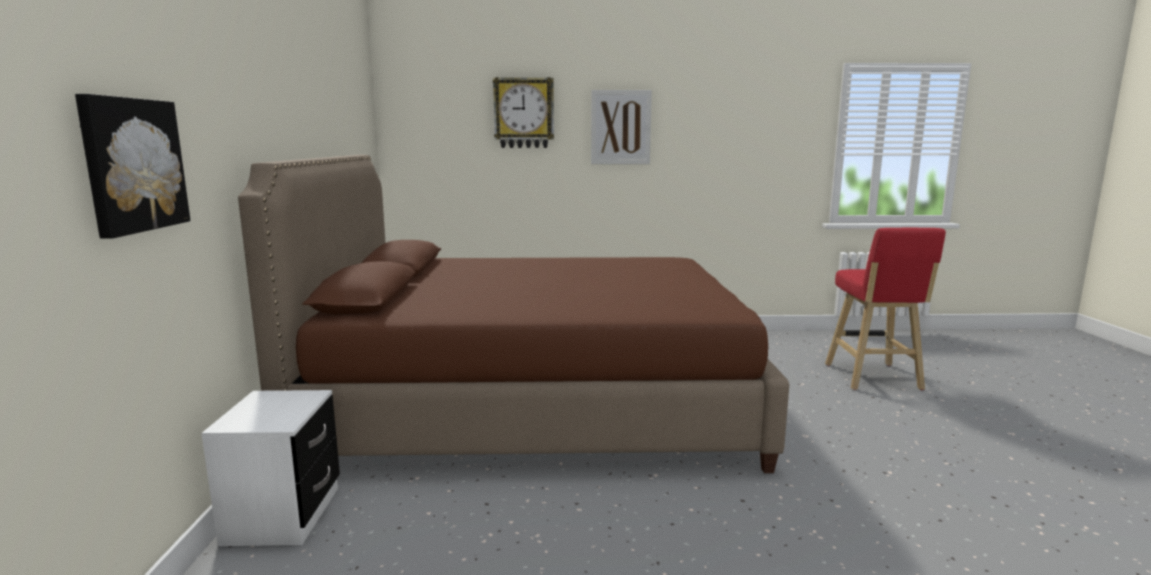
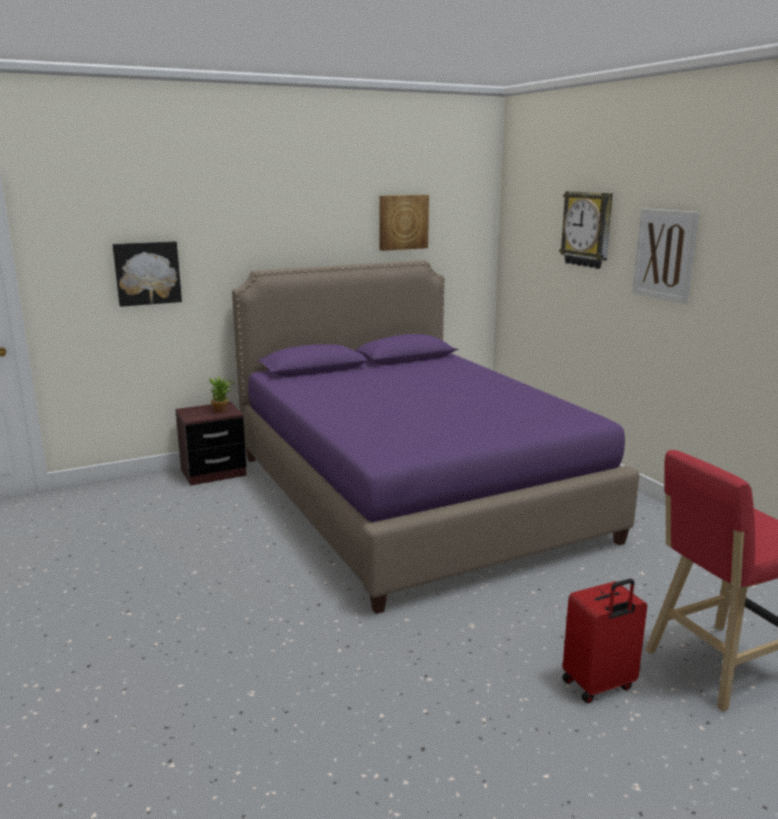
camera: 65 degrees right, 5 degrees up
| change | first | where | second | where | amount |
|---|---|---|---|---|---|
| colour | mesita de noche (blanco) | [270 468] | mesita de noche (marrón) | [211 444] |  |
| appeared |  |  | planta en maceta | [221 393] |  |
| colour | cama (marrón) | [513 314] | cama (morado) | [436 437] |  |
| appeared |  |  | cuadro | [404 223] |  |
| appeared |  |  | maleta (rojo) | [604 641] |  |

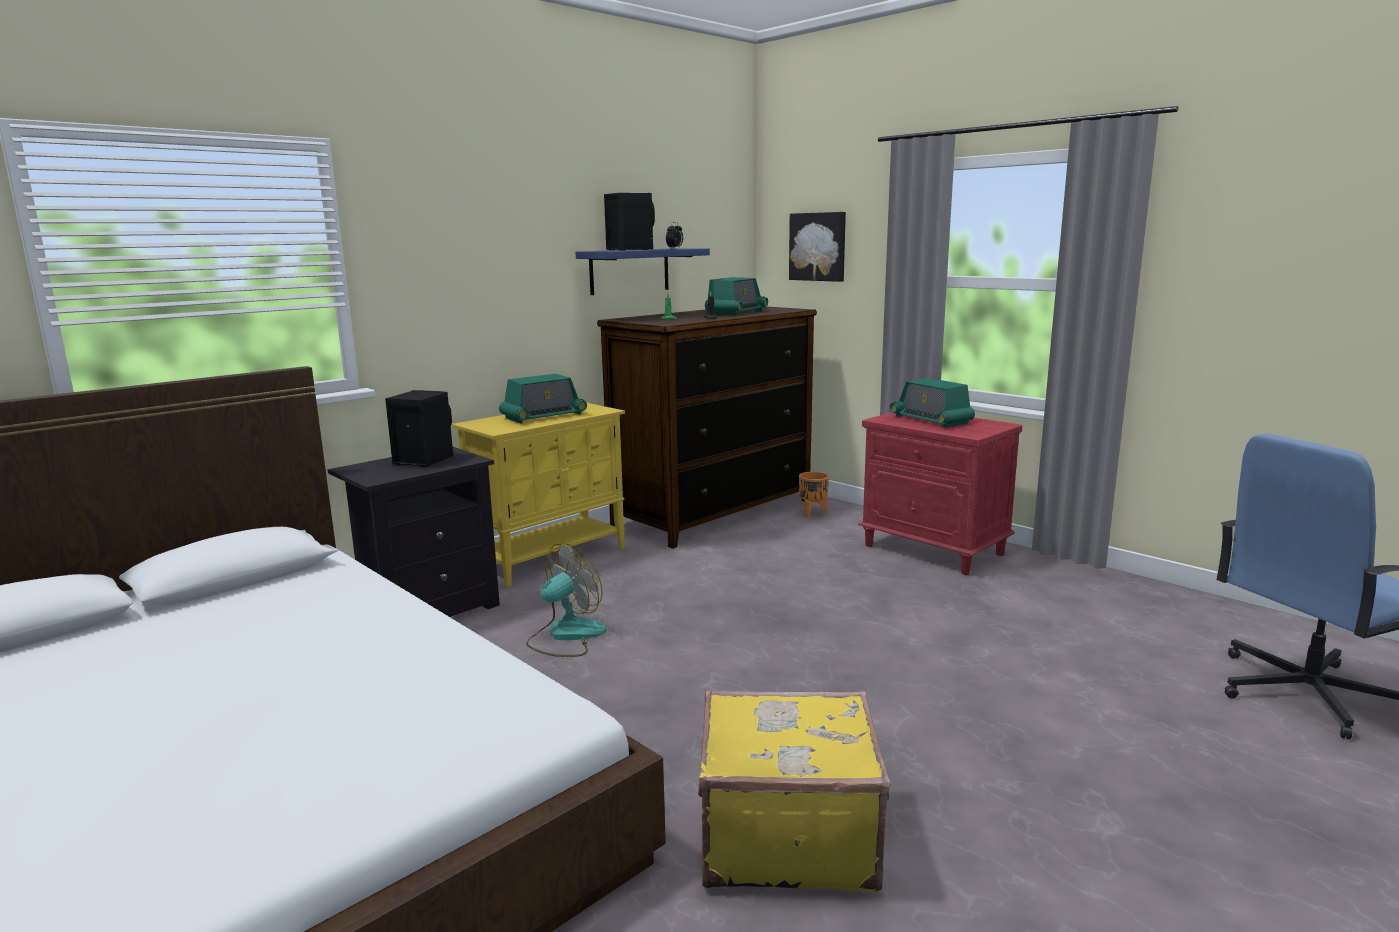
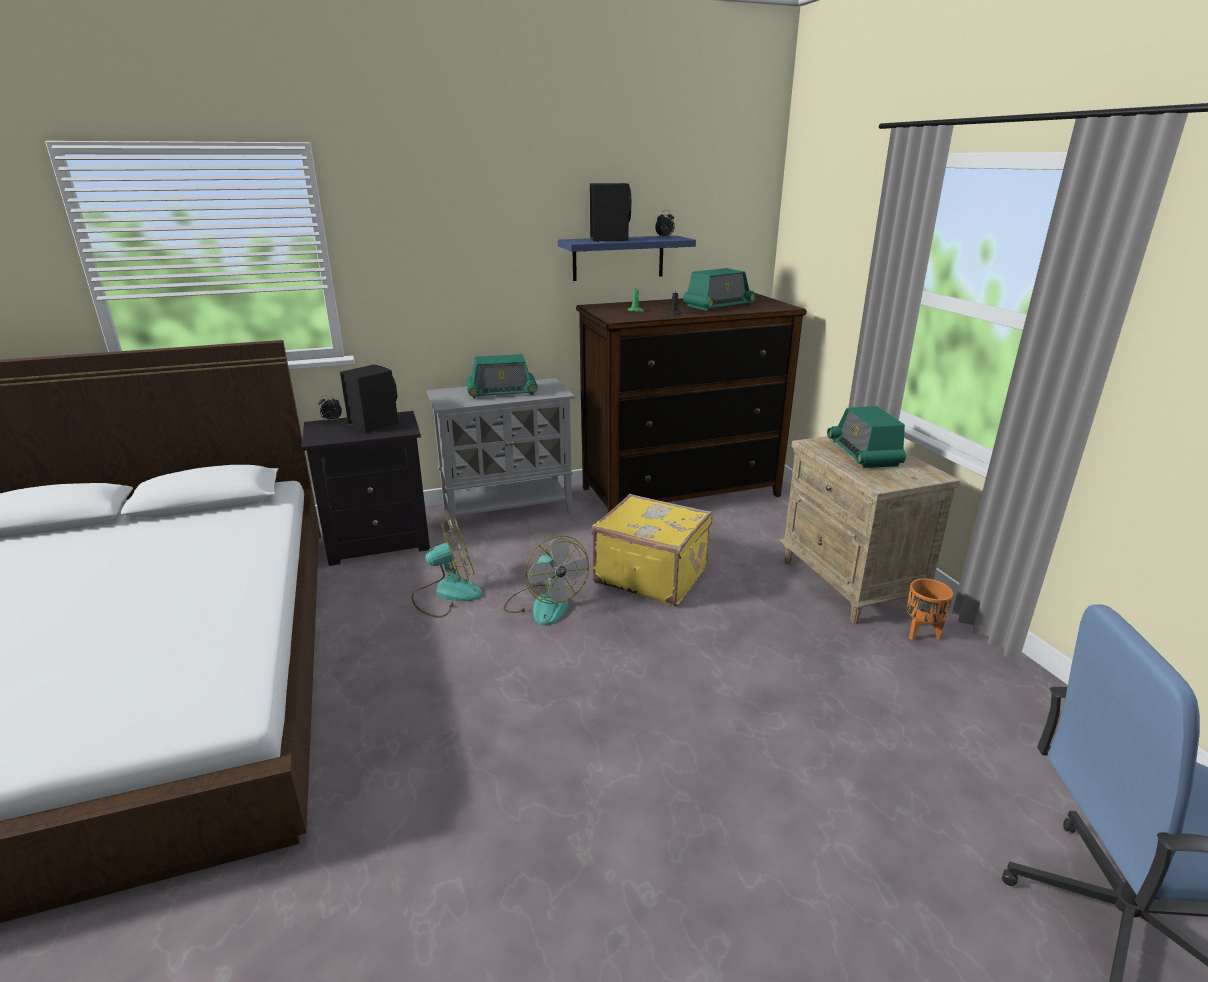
camera: 25 degrees right, 10 degrees up
| change | first | where | second | where | amount |
|---|---|---|---|---|---|
| appeared |  |  | despertador | [330 408] |  |
| colour | armario (amarillo) | [538 495] | armario (gris) | [501 455] |  |
| appeared |  |  | ventilador | [546 581] |  |
| relocated | maleta (amarillo) | [794 791] |  | [652 550] |  |
| colour | mesita de noche (rojo) | [940 493] | mesita de noche (beis) | [869 530] |  |
| relocated | maceta (naranja) | [814 495] |  | [930 609] |  |
| missing | cuadro | [817 247] |  |  |  |

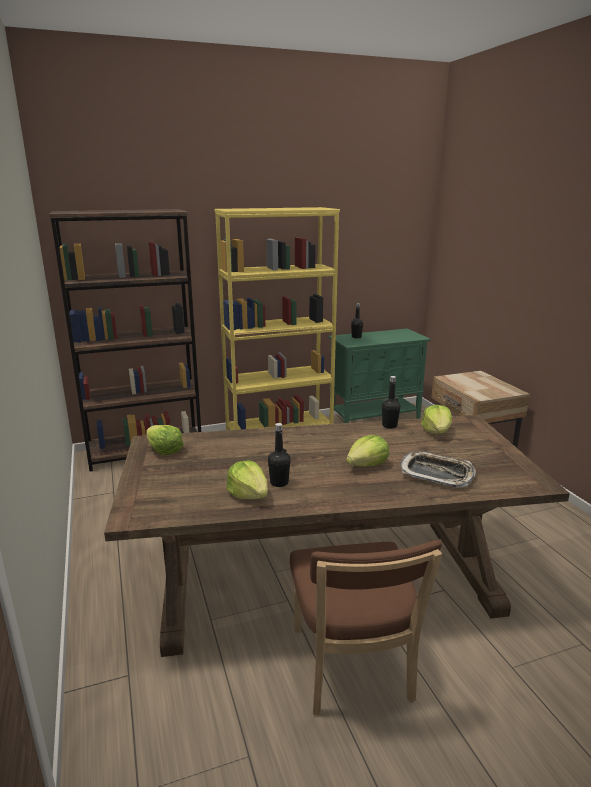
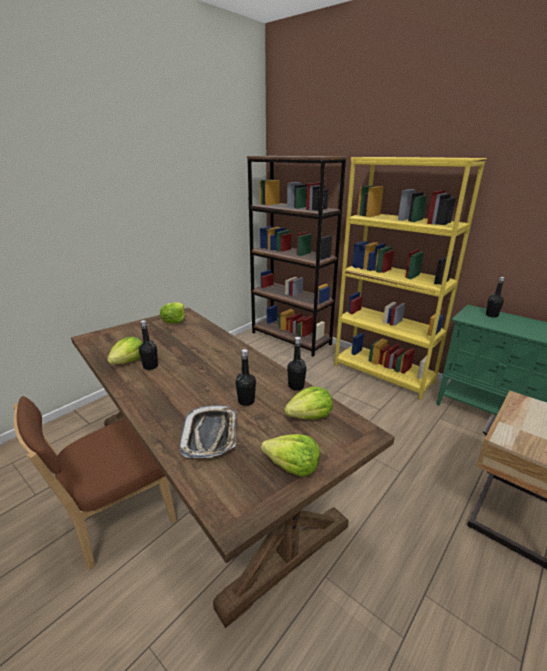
camera: 60 degrees right, 5 degrees up
| change | first | where | second | where | amount |
|---|---|---|---|---|---|
| appeared |  |  | botella (negro) | [245 377] |  |
| relocated | lechuga | [367 451] |  | [290 455] |  |

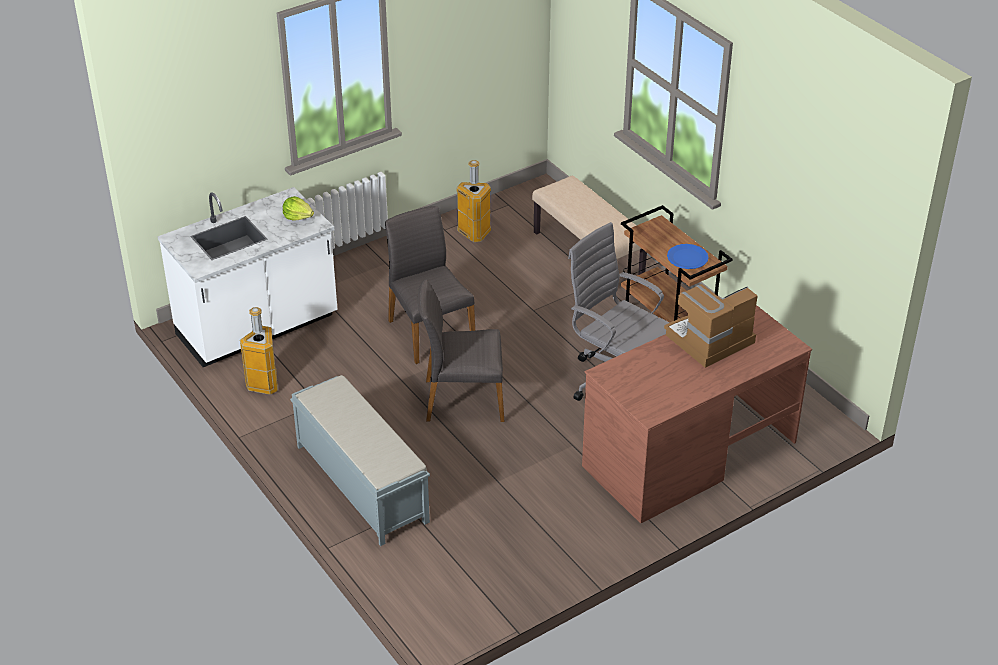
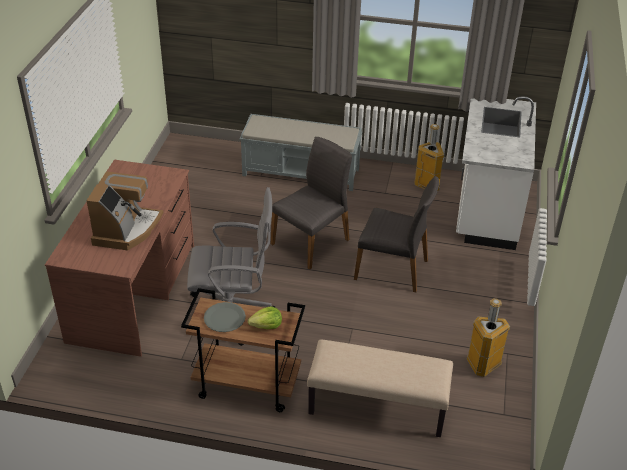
camera: 135 degrees right, 0 degrees up
| change | first | where | second | where | amount |
|---|---|---|---|---|---|
| colour | plato (azul) | [688 256] | plato (gris) | [225 317] |  |
| relocated | lechuga | [298 208] |  | [265 318] |  |

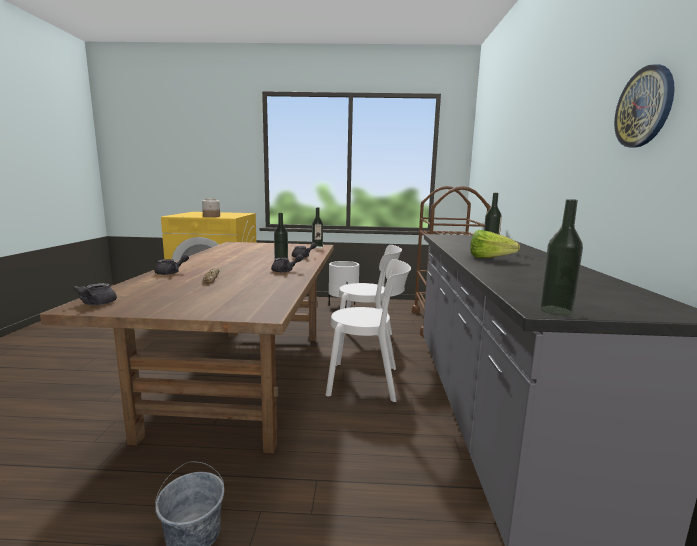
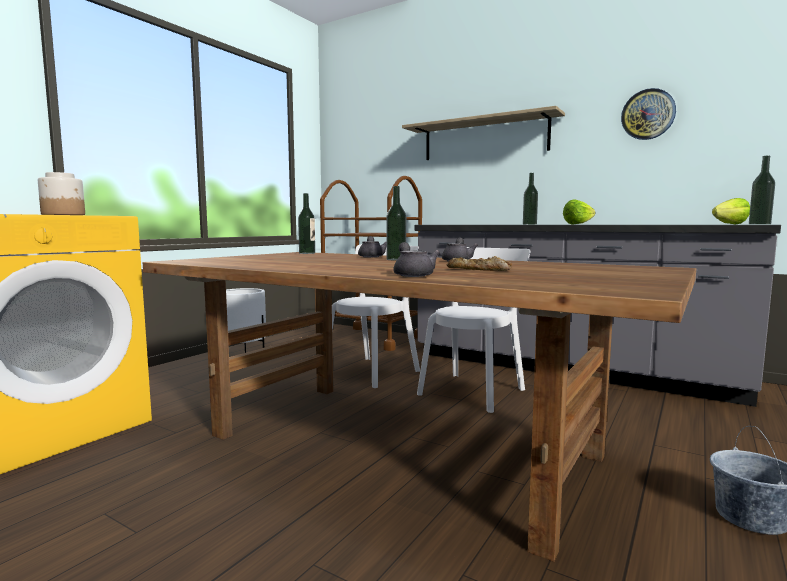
camera: 60 degrees left, 5 degrees down
| change | first | where | second | where | amount |
|---|---|---|---|---|---|
| appeared |  |  | estante | [483 133] |  |
| appeared |  |  | lechuga | [731 211] |  |
| missing | tetera (gris) | [95 294] |  |  |  |

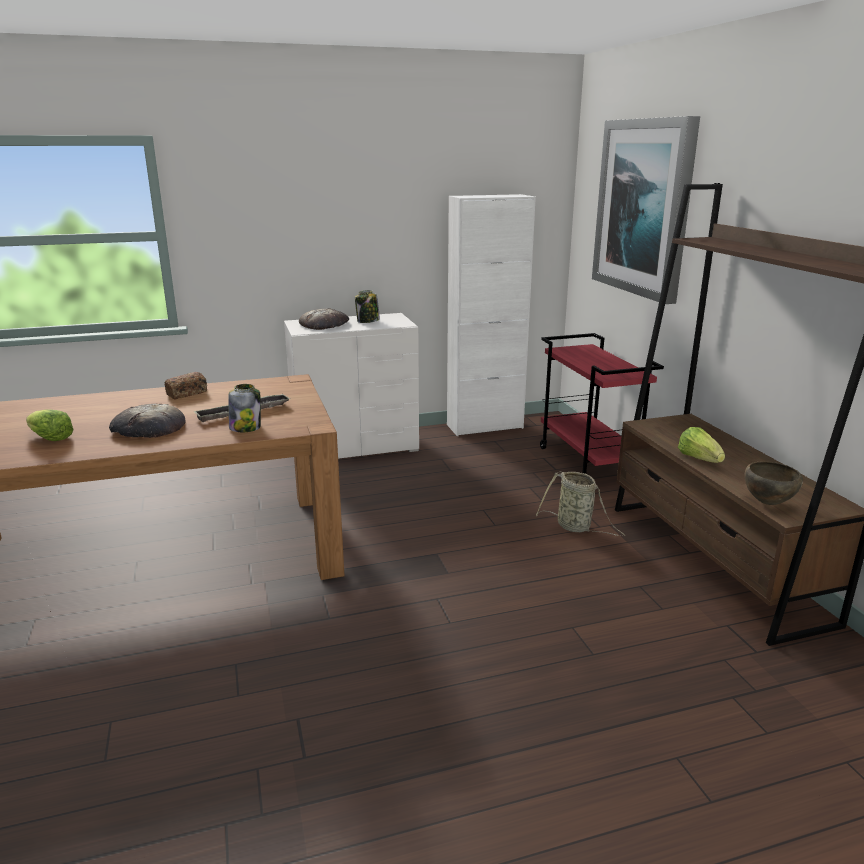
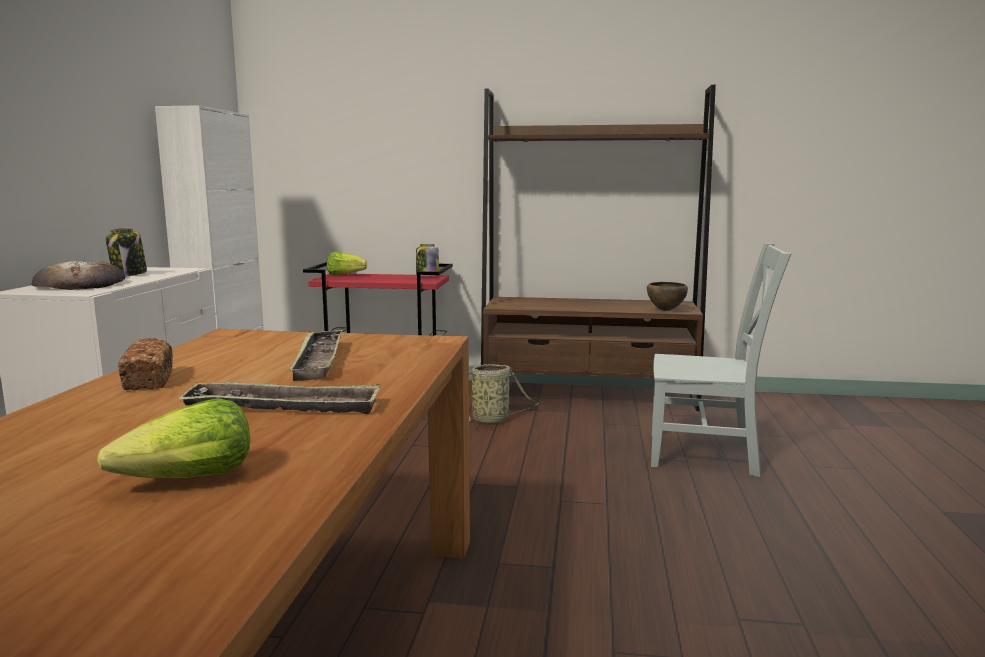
camera: 65 degrees left, 10 degrees down
| change | first | where | second | where | amount |
|---|---|---|---|---|---|
| exchanged | pan | [147 421] | bandeja | [279 398] |  |
| relocated | lechuga | [701 445] |  | [347 263] |  |
| relocated | tarro | [244 408] |  | [427 260] |  |
| appeared |  |  | silla (gris) | [721 360] |  |
| missing | cuadro | [646 210] |  |  |  |

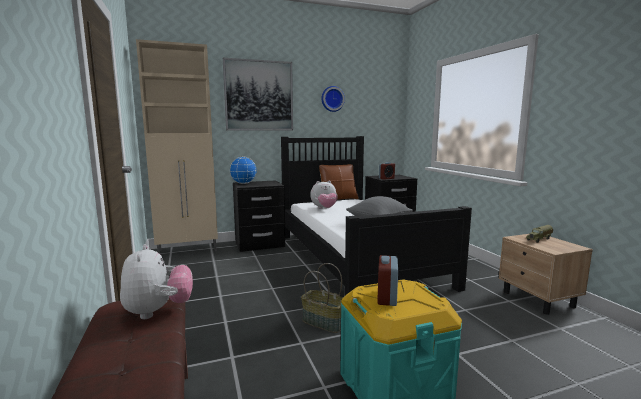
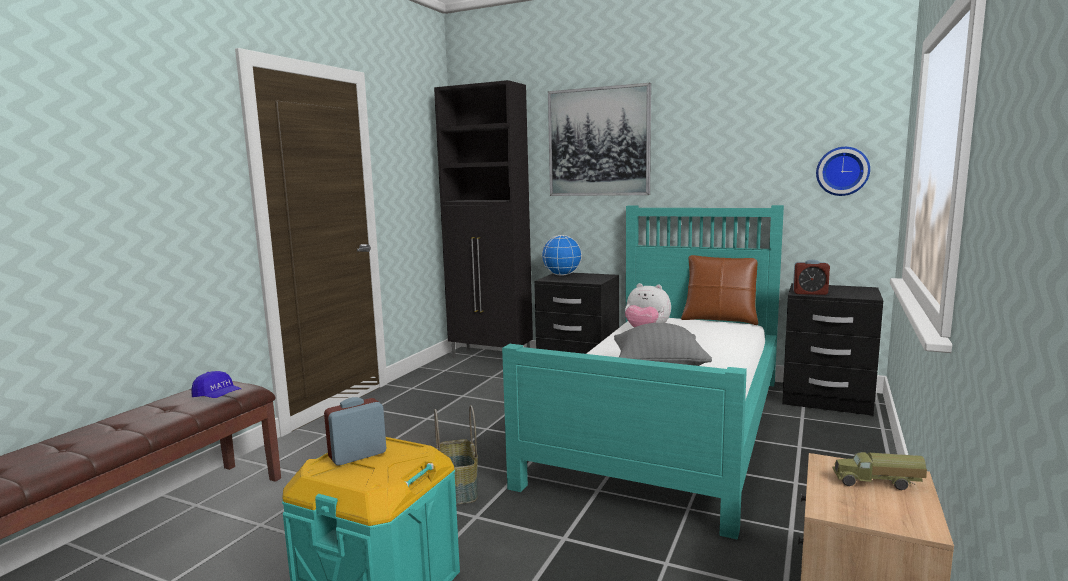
camera: 45 degrees right, 0 degrees up
| change | first | where | second | where | amount |
|---|---|---|---|---|---|
| exchanged | peluche | [156 281] | gorra (azul) | [216 384] |  |
| colour | armario (beis) | [177 146] | armario (negro) | [483 219] |  |
| colour | cama (negro) | [376 215] | cama (turquesa) | [643 372] |  |
| relocated | reloj de pared | [333 99] |  | [843 171] |  |

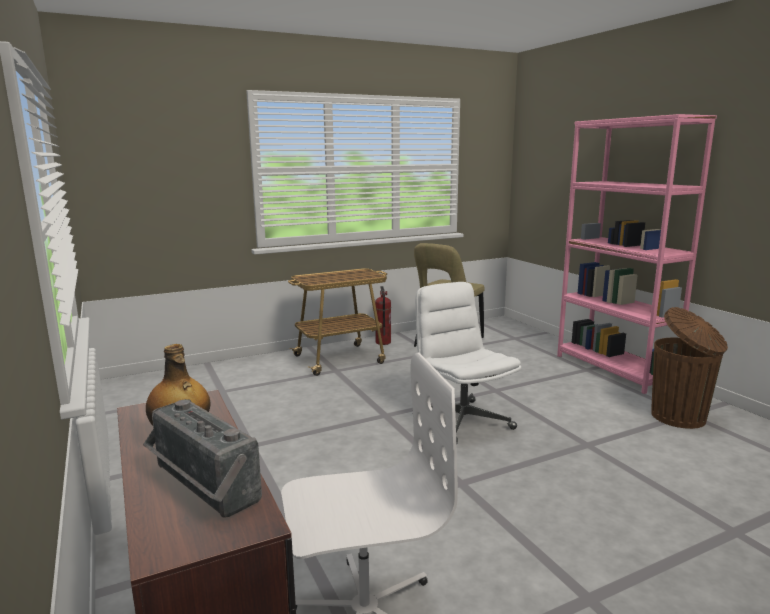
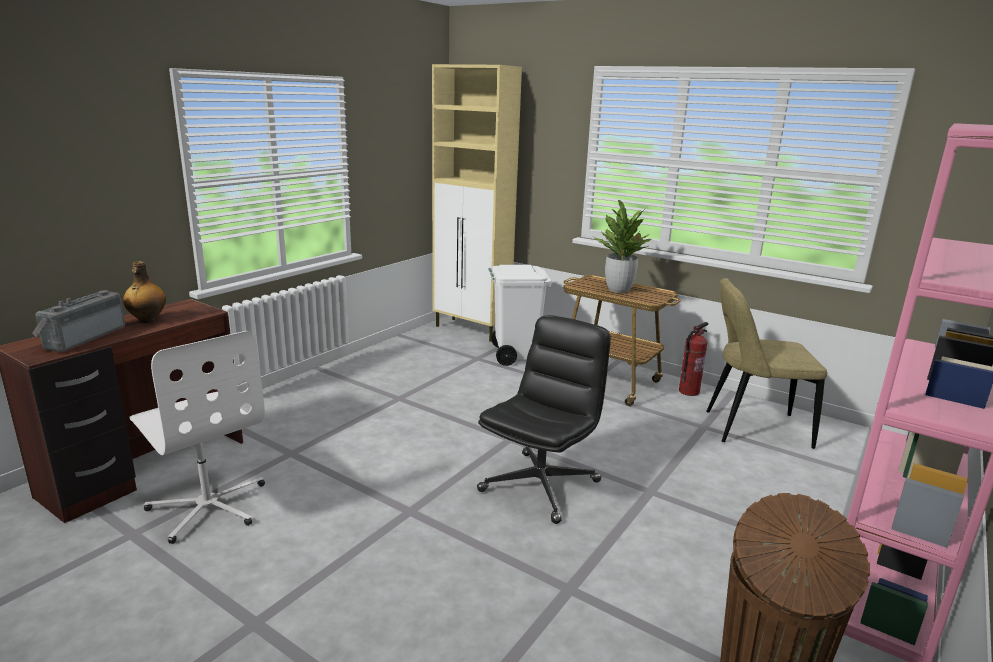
camera: 60 degrees right, 5 degrees up
| change | first | where | second | where | amount |
|---|---|---|---|---|---|
| appeared |  |  | armario (beis) | [477 203] |  |
| colour | silla de oficina (blanco) | [466 363] | silla de oficina (negro) | [544 419] |  |
| appeared |  |  | papelera (blanco) | [519 315] |  |
| appeared |  |  | planta en maceta | [623 246] |  |

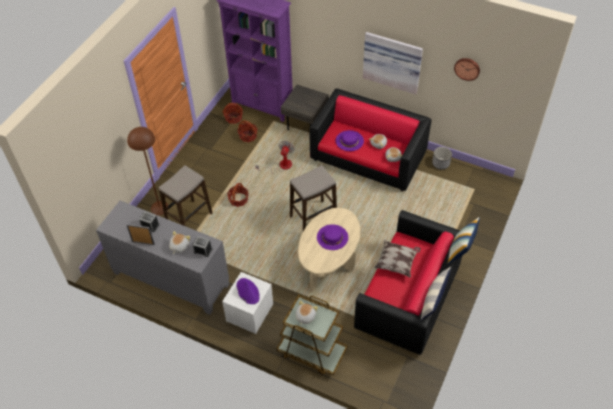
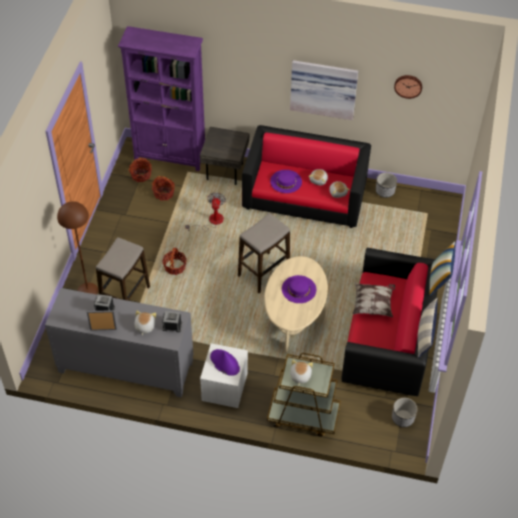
camera: 15 degrees left, 0 degrees up
| change | first | where | second | where | amount |
|---|---|---|---|---|---|
| appeared |  |  | maceta | [405 412] |  |

